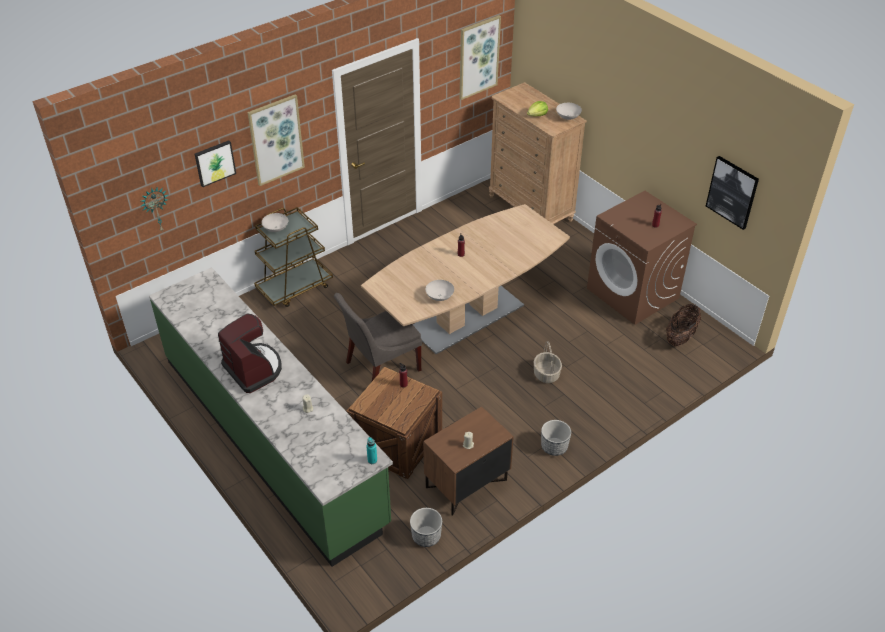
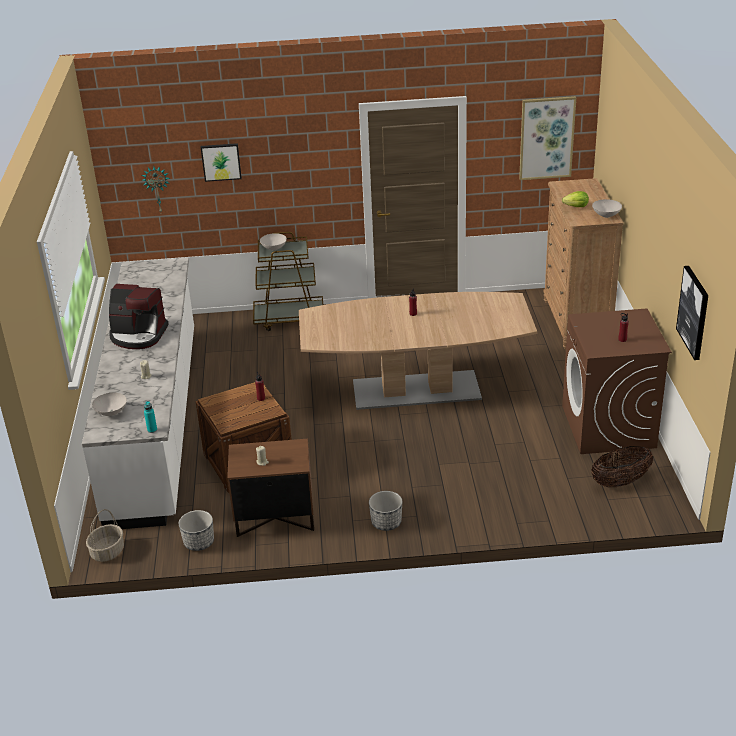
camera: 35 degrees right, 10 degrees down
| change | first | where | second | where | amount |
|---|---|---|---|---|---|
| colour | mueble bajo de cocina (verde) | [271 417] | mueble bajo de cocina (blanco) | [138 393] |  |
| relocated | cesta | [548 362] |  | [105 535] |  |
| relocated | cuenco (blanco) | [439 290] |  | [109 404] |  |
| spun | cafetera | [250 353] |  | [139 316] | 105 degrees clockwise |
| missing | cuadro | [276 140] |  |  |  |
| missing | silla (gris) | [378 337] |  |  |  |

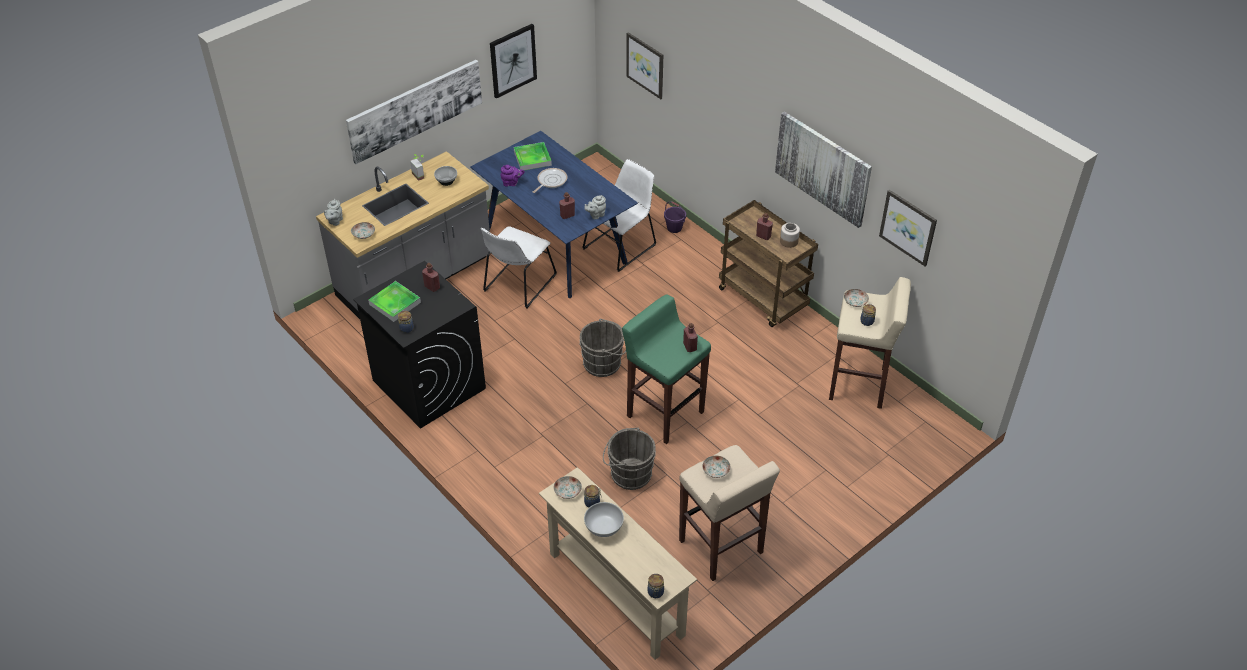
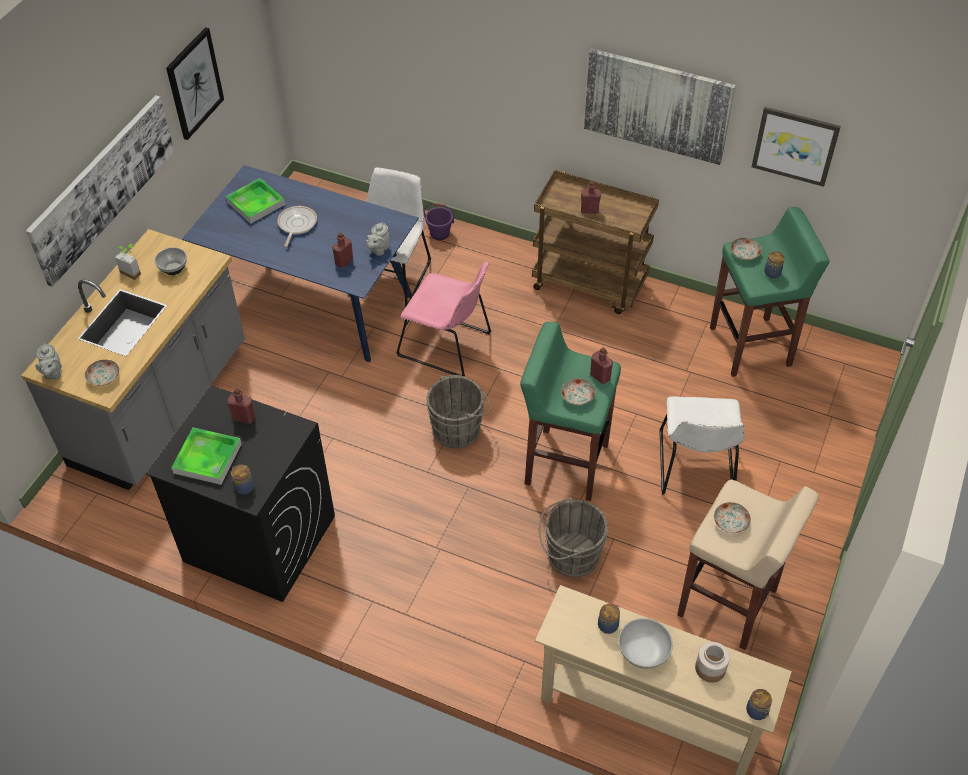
camera: 25 degrees left, 5 degrees up
| change | first | where | second | where | amount |
|---|---|---|---|---|---|
| appeared |  |  | silla (rosa) | [443 318] |  |
| relocated | plato | [567 487] |  | [578 391] |  |
| relocated | silla (blanco) | [519 267] |  | [701 445] |  |
| relocated | tarro | [790 235] |  | [712 662] |  |
| colour | taburete (beis) | [870 343] | taburete (verde) | [769 292] |  |
| missing | tetera (morado) | [512 175] |  |  |  |
| missing | cuadro | [644 65] |  |  |  |

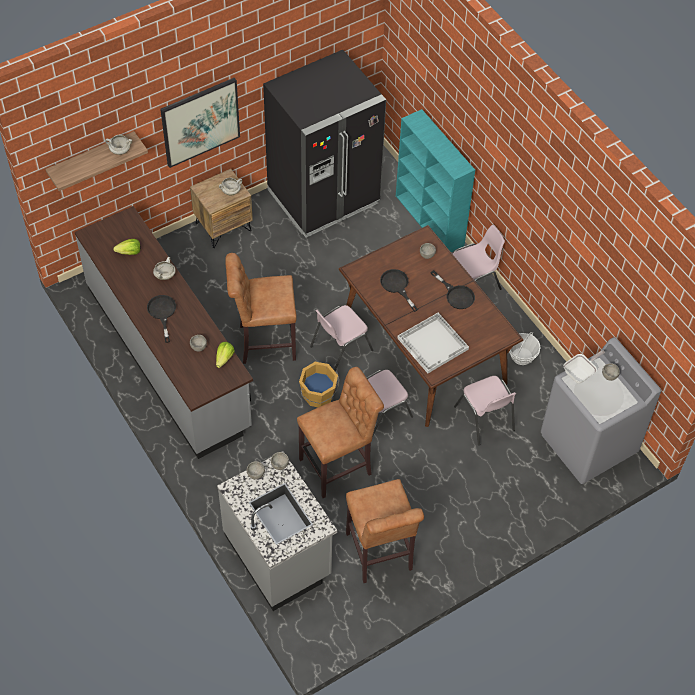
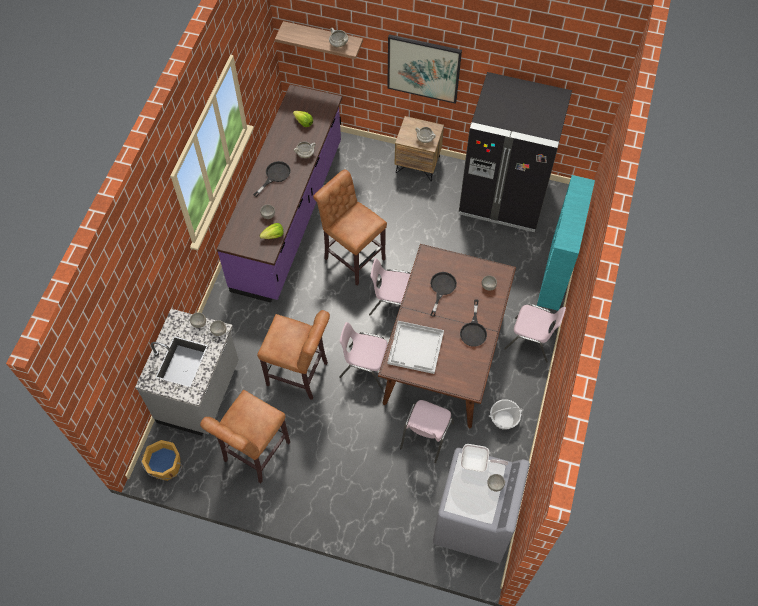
camera: 50 degrees right, 5 degrees up
| change | first | where | second | where | amount |
|---|---|---|---|---|---|
| relocated | cubo (naranja) | [319 384] |  | [161 460] |  |
| colour | mueble bajo de cocina (gris) | [164 332] | mueble bajo de cocina (morado) | [279 194] |  |

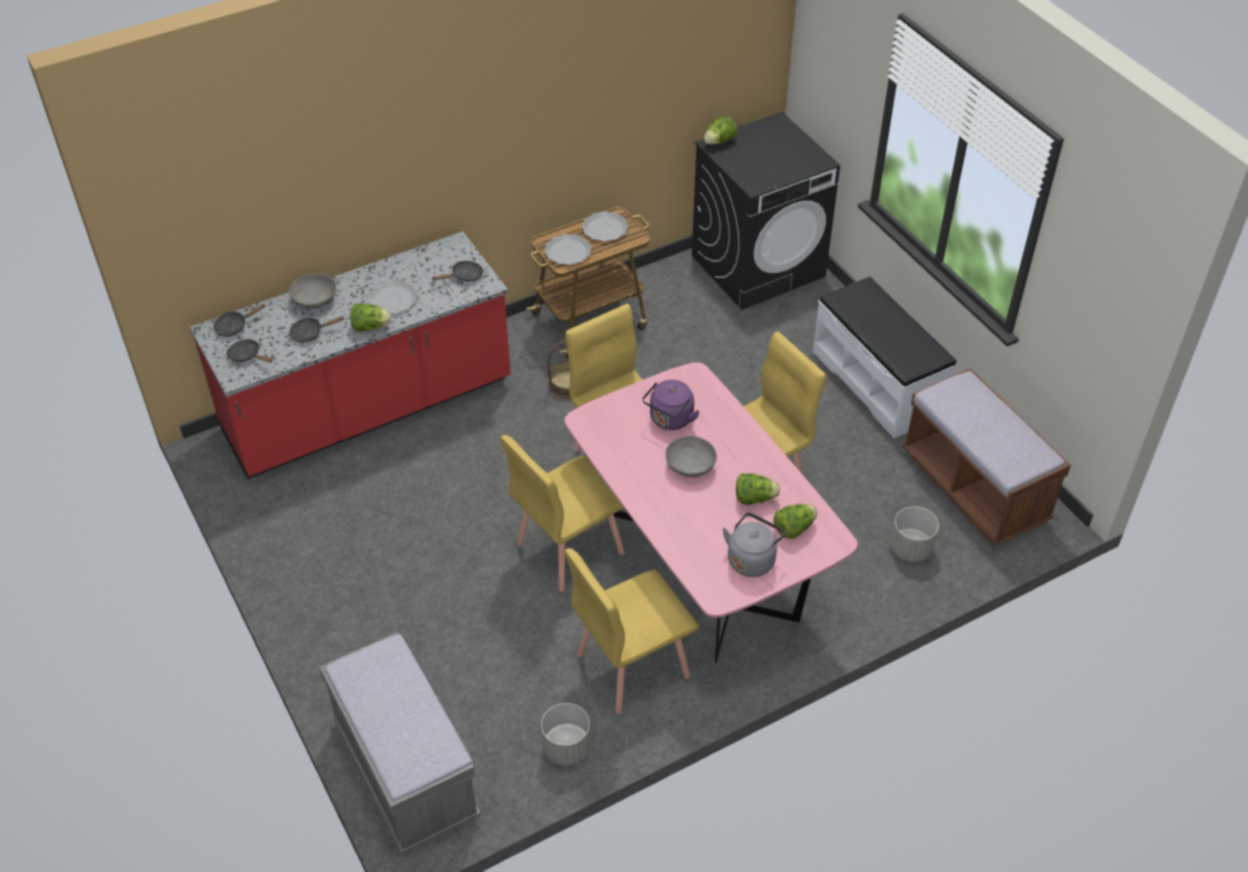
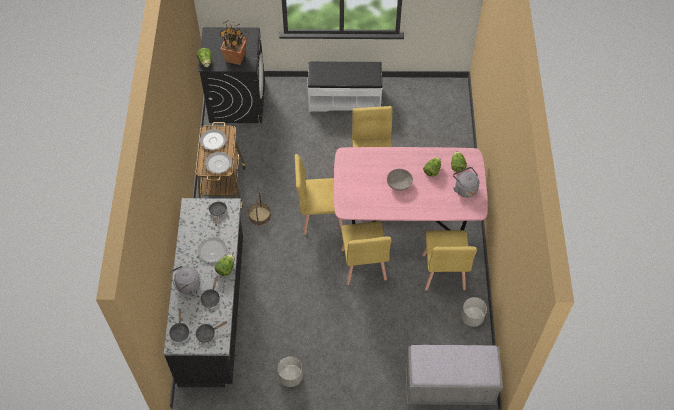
camera: 60 degrees left, 10 degrees up
| change | first | where | second | where | amount |
|---|---|---|---|---|---|
| colour | mueble bajo de cocina (rojo) | [350 355] | mueble bajo de cocina (negro) | [203 292] |  |
| exchanged | cuenco (gris) | [313 291] | hervidor (gris) | [184 280] |  |
| appeared |  |  | planta en maceta | [233 42] |  |
| relocated | maceta (gris) | [914 534] |  | [290 372] |  |
| missing | hervidor (morado) | [671 405] |  |  |  |
| missing | banco (marrón) | [986 457] |  |  |  |

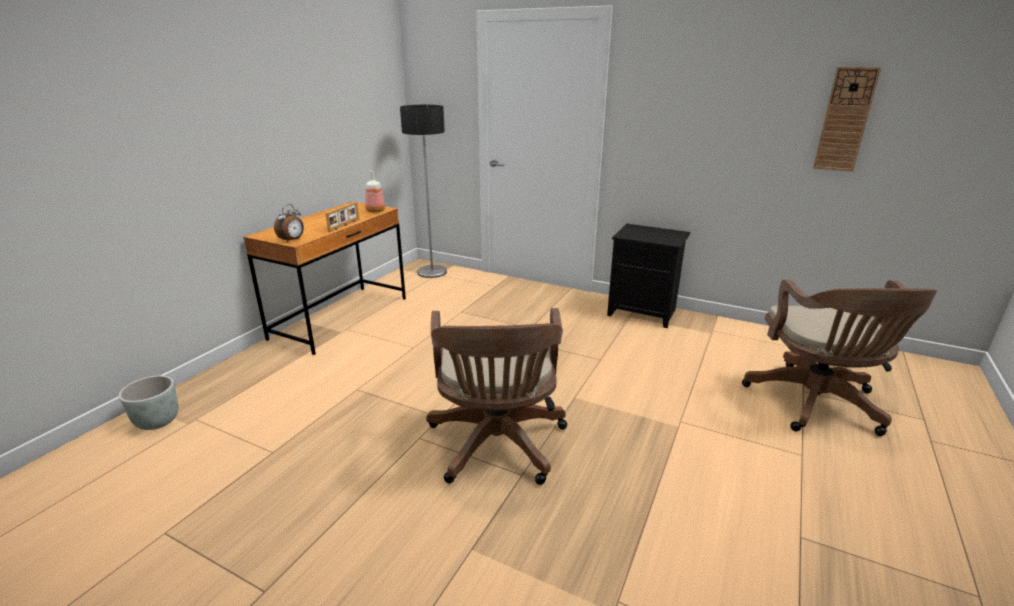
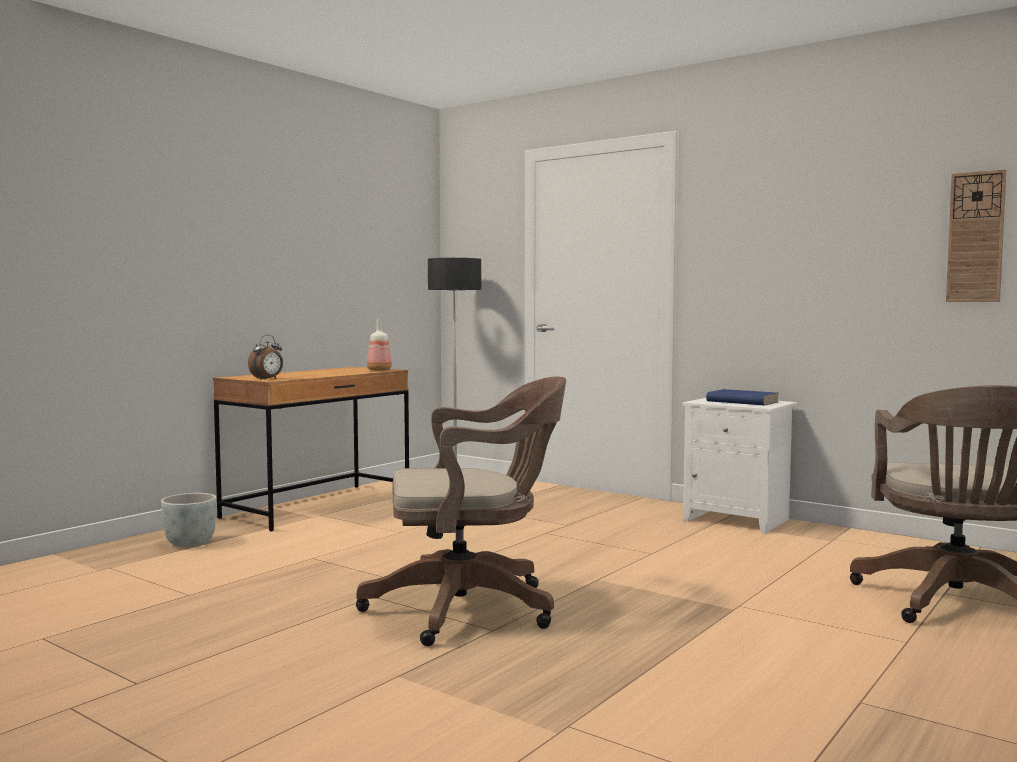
camera: 10 degrees right, 20 degrees down
| change | first | where | second | where | amount |
|---|---|---|---|---|---|
| relocated | maceta (gris) | [148 402] |  | [189 520] |  |
| spun | silla de oficina (marrón) | [496 396] |  | [461 511] | 105 degrees counterclockwise |
| colour | mesita de noche (negro) | [648 276] | mesita de noche (blanco) | [739 466] |  |
| appeared |  |  | libro (azul) | [742 397] |  |
| missing | portarretratos | [342 217] |  |  |  |

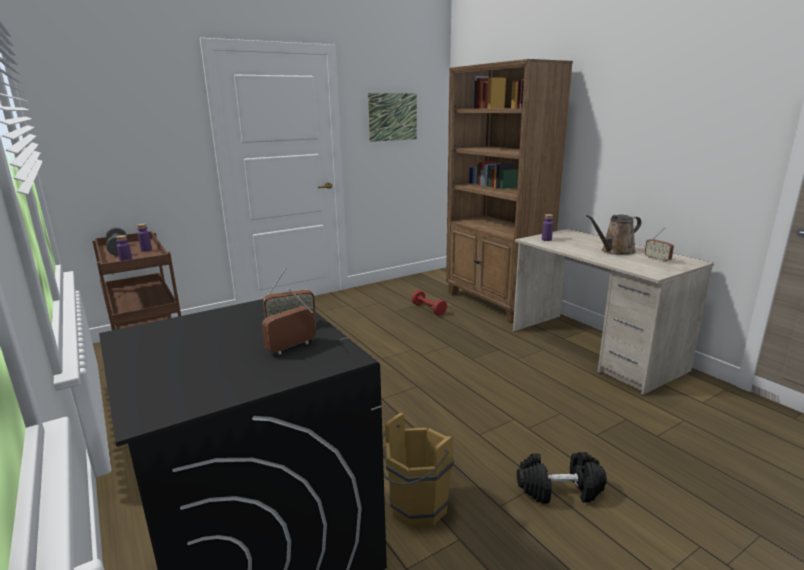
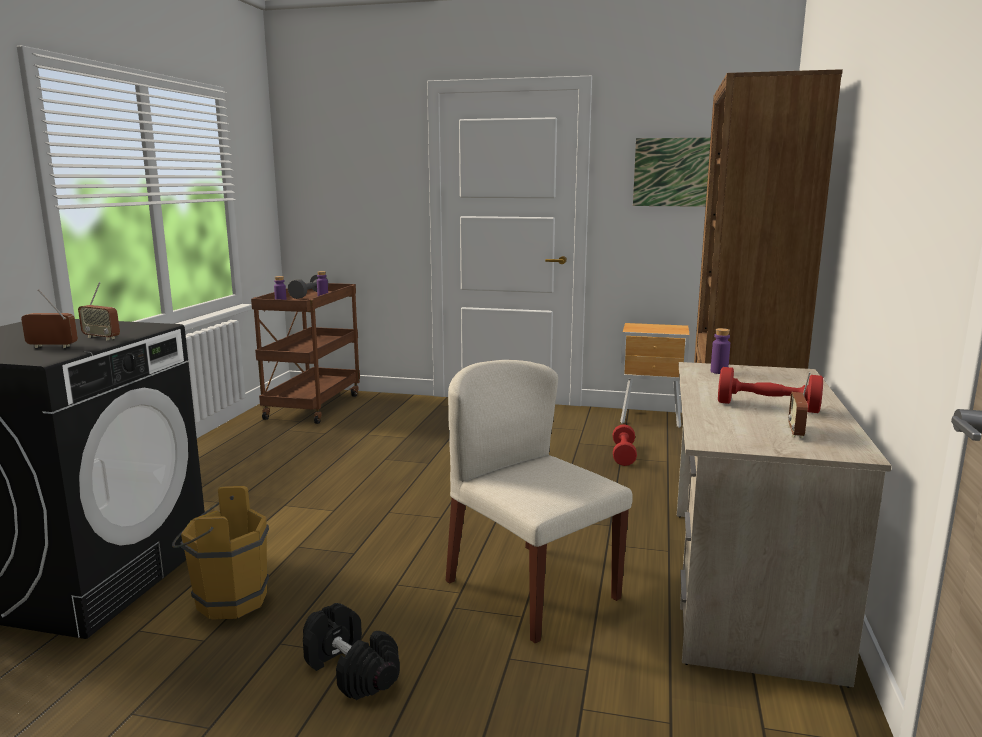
camera: 45 degrees right, 5 degrees down
| change | first | where | second | where | amount |
|---|---|---|---|---|---|
| appeared |  |  | silla (beis) | [539 502] |  |
| appeared |  |  | mesita de noche (marrón) | [655 375] |  |
| exchanged | regadera (marrón) | [613 235] | mancuerna (rojo) | [770 390] |  |

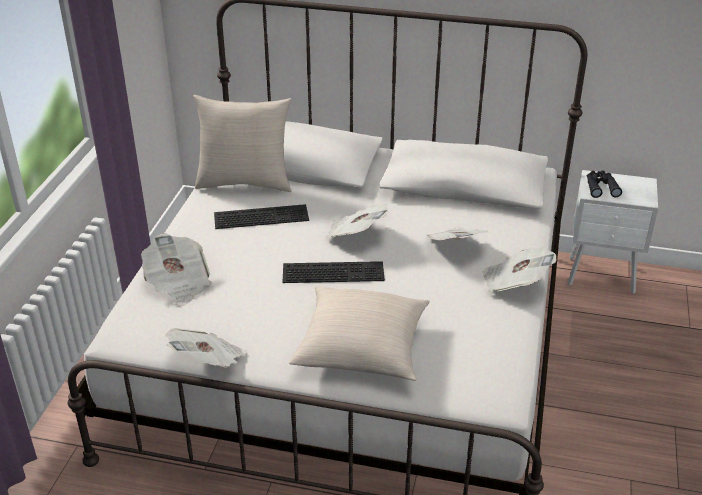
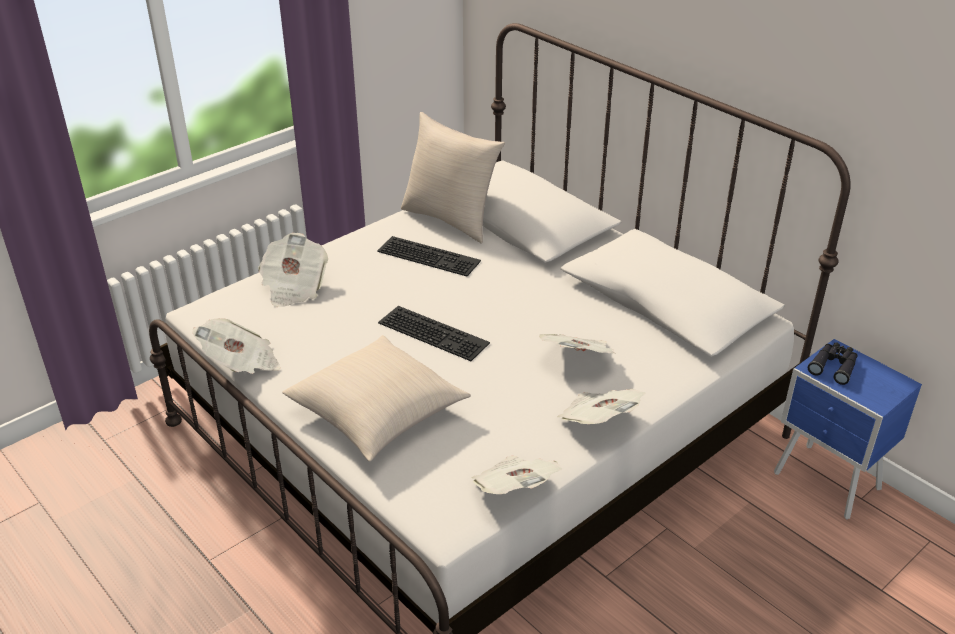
camera: 35 degrees right, 0 degrees up
| change | first | where | second | where | amount |
|---|---|---|---|---|---|
| relocated | periódico | [357 220] |  | [516 475] |  |
| colour | mesita de noche (blanco) | [613 232] | mesita de noche (azul) | [848 429] |  |

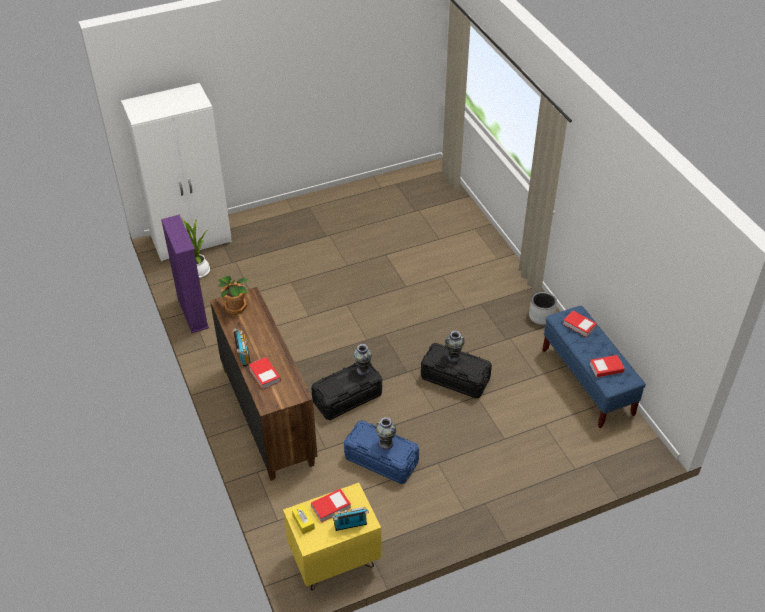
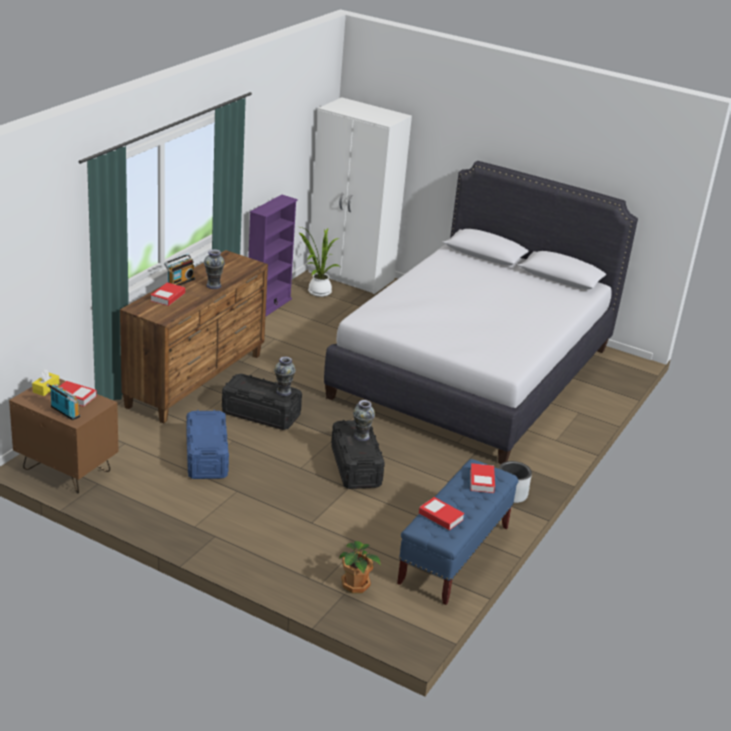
camera: 50 degrees right, 15 degrees down
| change | first | where | second | where | amount |
|---|---|---|---|---|---|
| colour | mesita de noche (amarillo) | [332 537] | mesita de noche (marrón) | [64 435] |  |
| relocated | florero | [386 433] |  | [214 269] |  |
| appeared |  |  | cama (blanco) | [481 312] |  |
| relocated | planta en maceta | [234 295] |  | [360 567] |  |

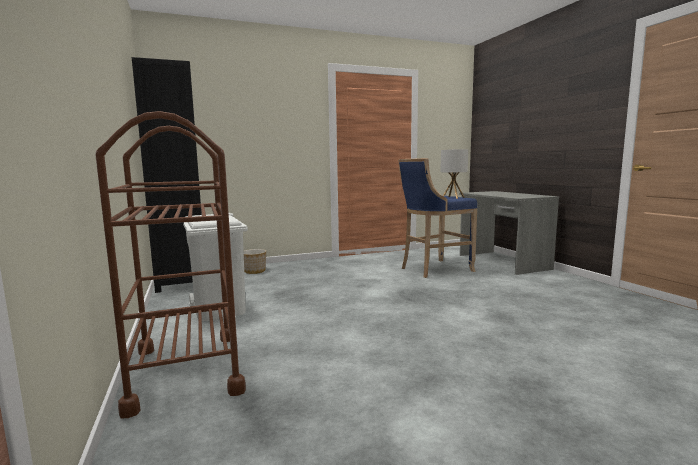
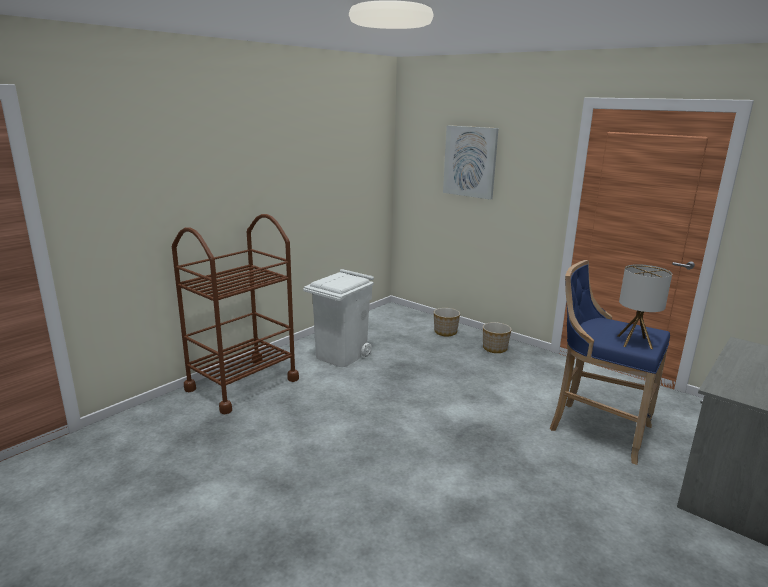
camera: 60 degrees right, 10 degrees up
| change | first | where | second | where | amount |
|---|---|---|---|---|---|
| appeared |  |  | cuadro | [471 162] |  |
| appeared |  |  | maceta | [497 337] |  |
| missing | estantería (negro) | [167 175] |  |  |  |

